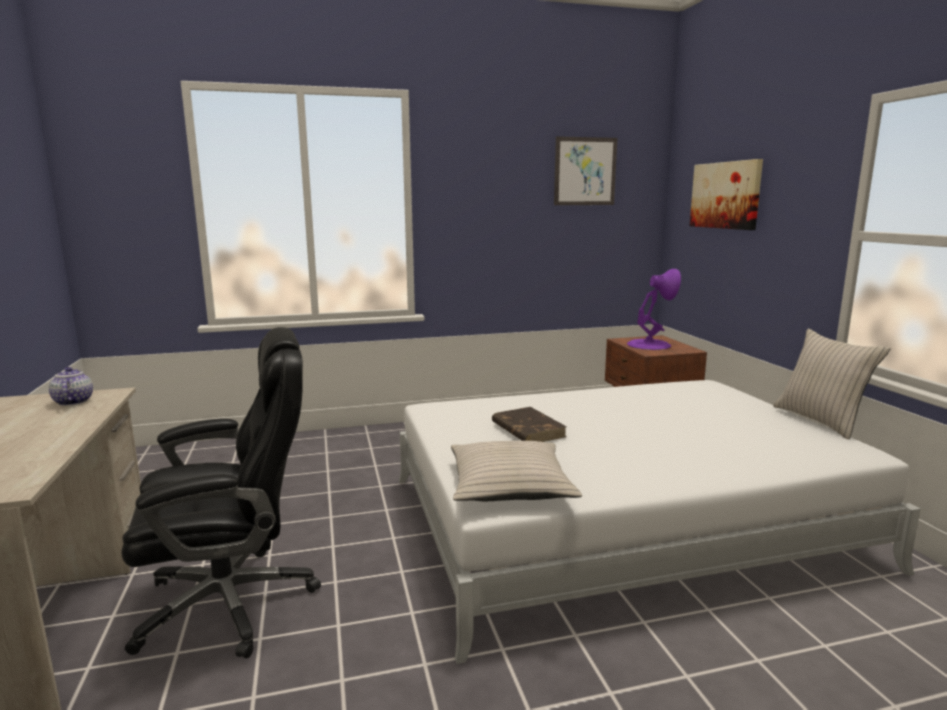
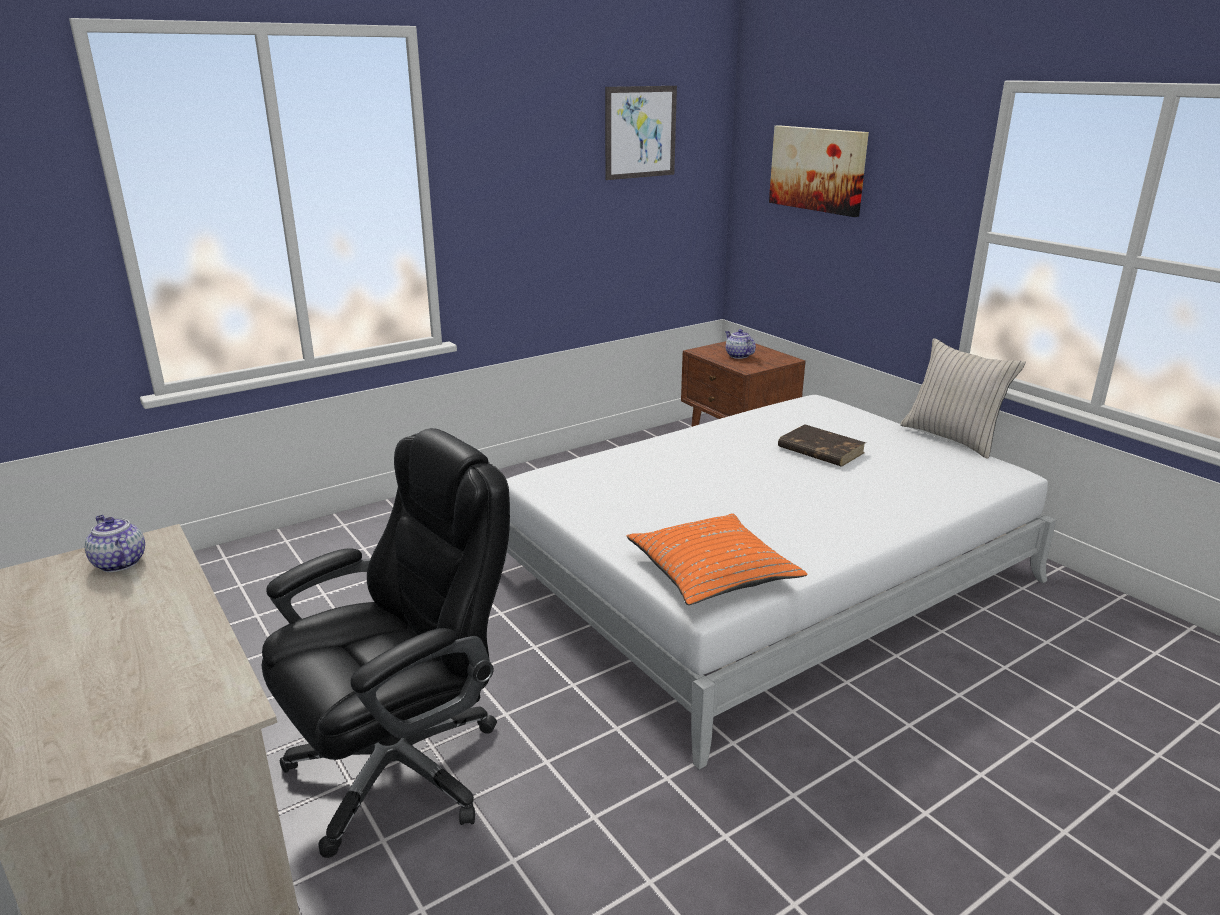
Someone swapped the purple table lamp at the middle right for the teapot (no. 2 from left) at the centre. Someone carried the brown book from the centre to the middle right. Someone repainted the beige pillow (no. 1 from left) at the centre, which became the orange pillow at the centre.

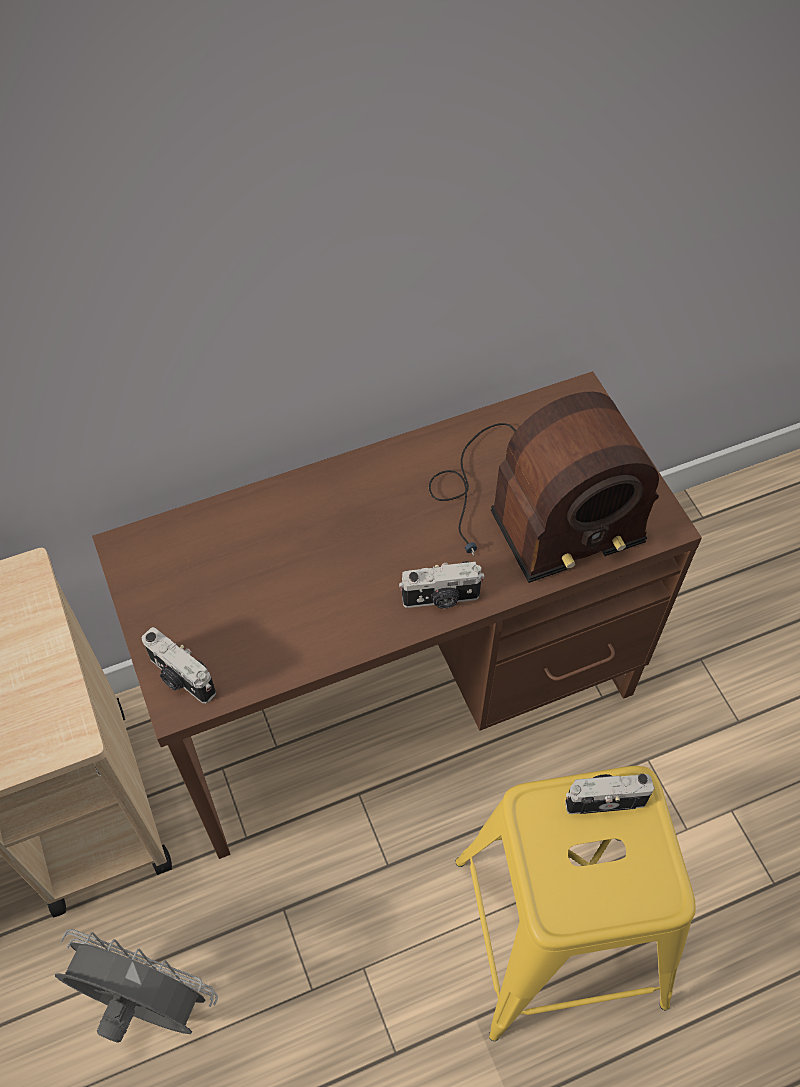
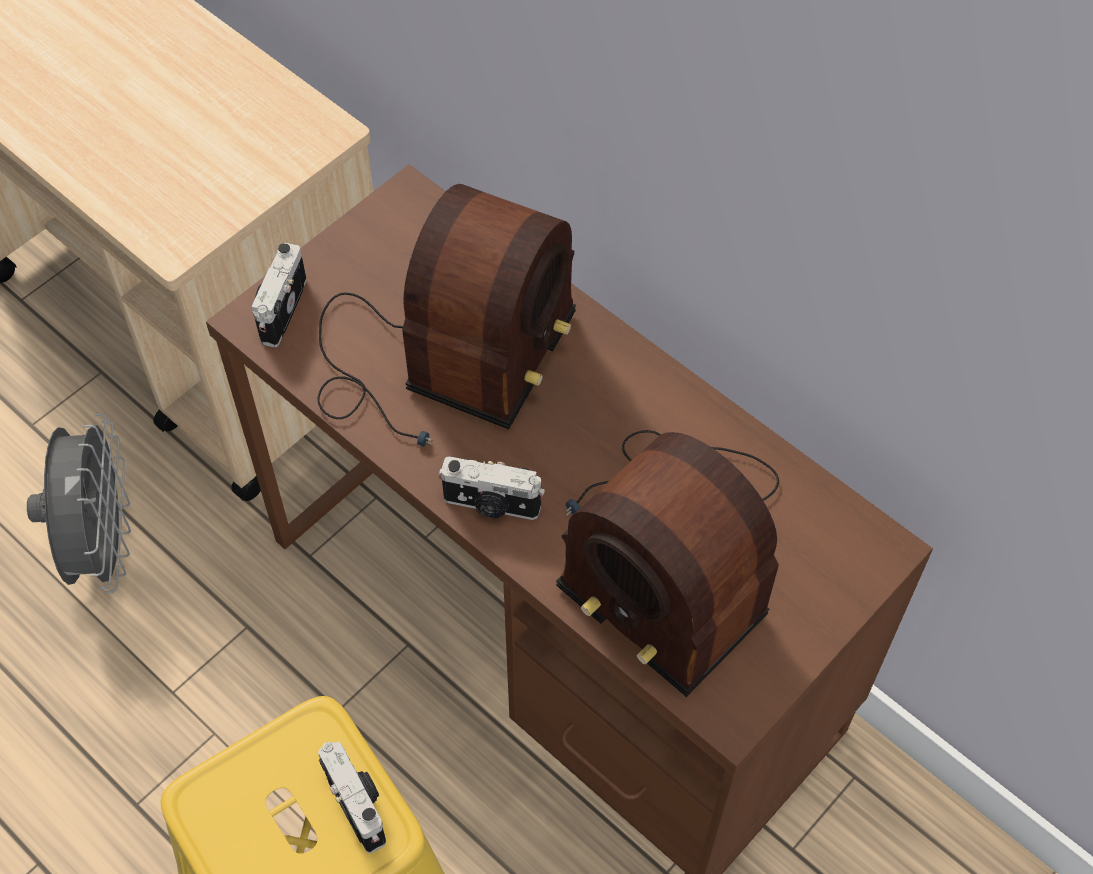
Someone rotated the photo camera (no. 2 from left in the first image) at the centre by 45 degrees counterclockwise. Someone put down the radio (no. 1 from left) at the centre.

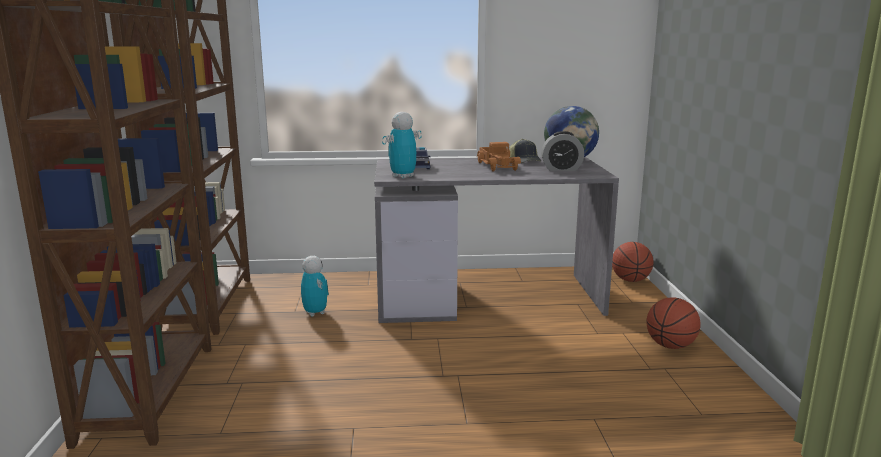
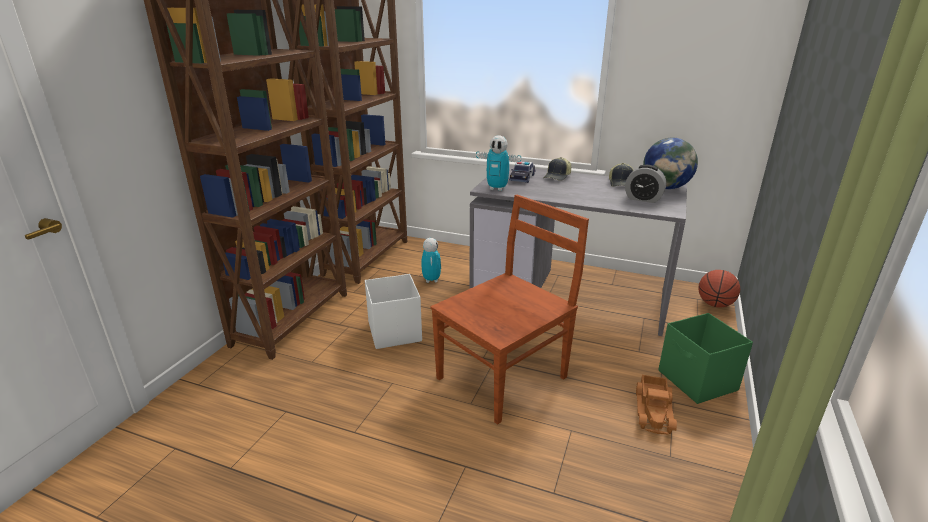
Someone rotated the toy robot (no. 2 from left) at the top centre by 135 degrees counterclockwise. Someone carried the toy truck from the centre to the bottom right. Someone swapped the basketball (no. 2 from left) at the bottom right for the green storage box at the bottom right. Someone put down the cap (no. 1 from left) at the top centre. Someone put down the brown chair at the centre. Someone put down the white storage box at the centre.

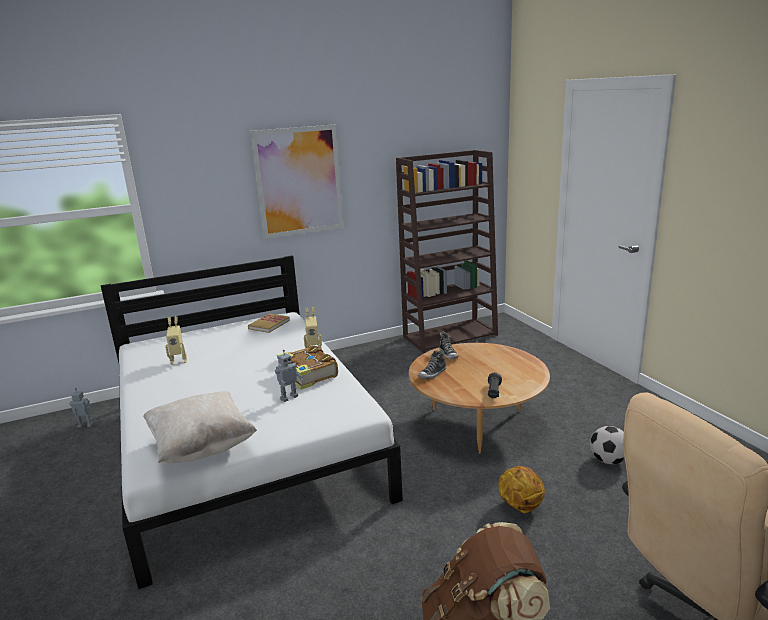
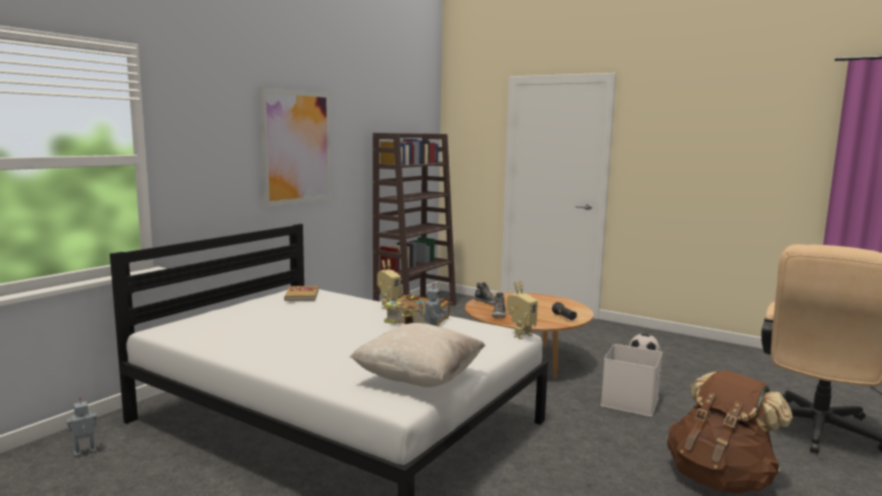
Someone carried the toy robot (no. 2 from left in the first image) from the middle left to the centre. Someone swapped the basketball at the bottom right for the white storage box at the bottom right.

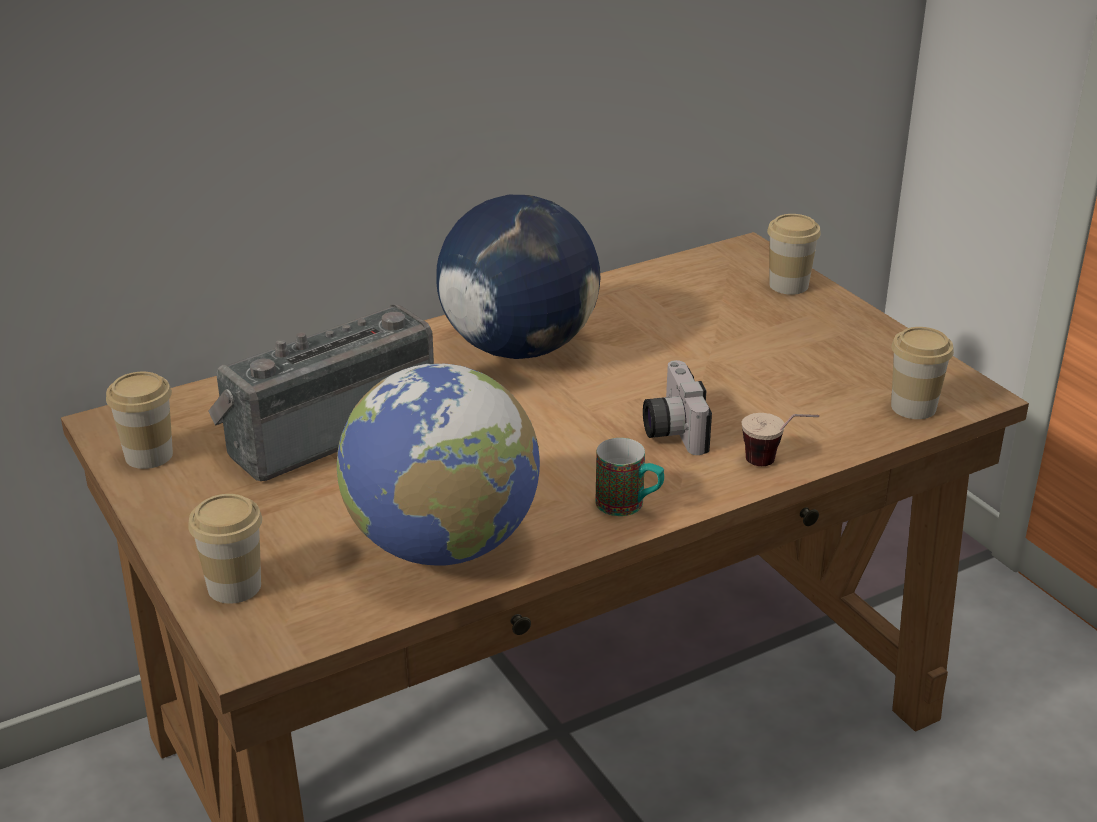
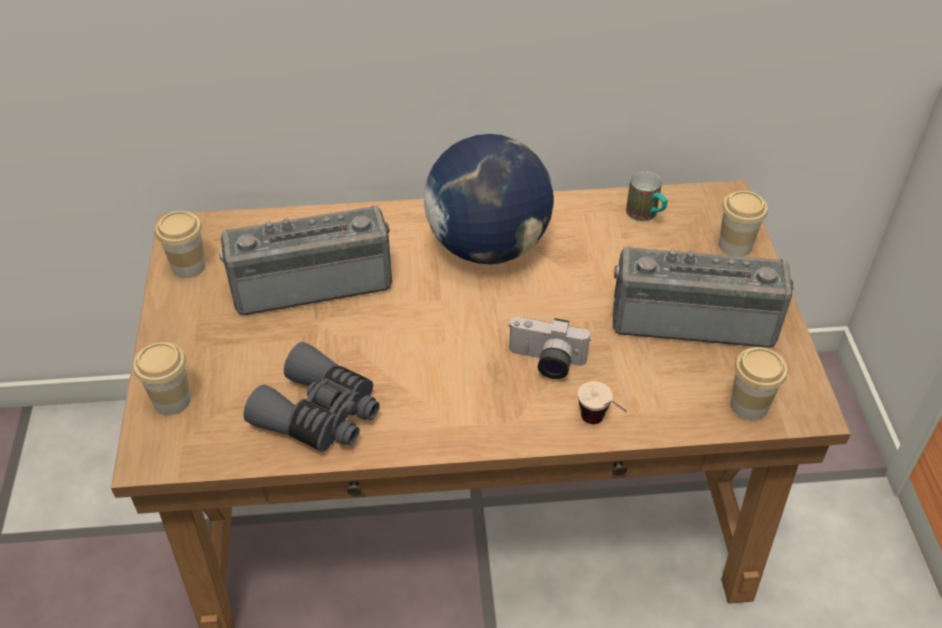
Someone rotated the photo camera at the centre by 90 degrees counterclockwise. Someone swapped the globe (no. 1 from left) at the centre for the grey binoculars at the middle left. Someone carried the mug from the centre to the top right. Someone put down the radio (no. 2 from left) at the middle right.

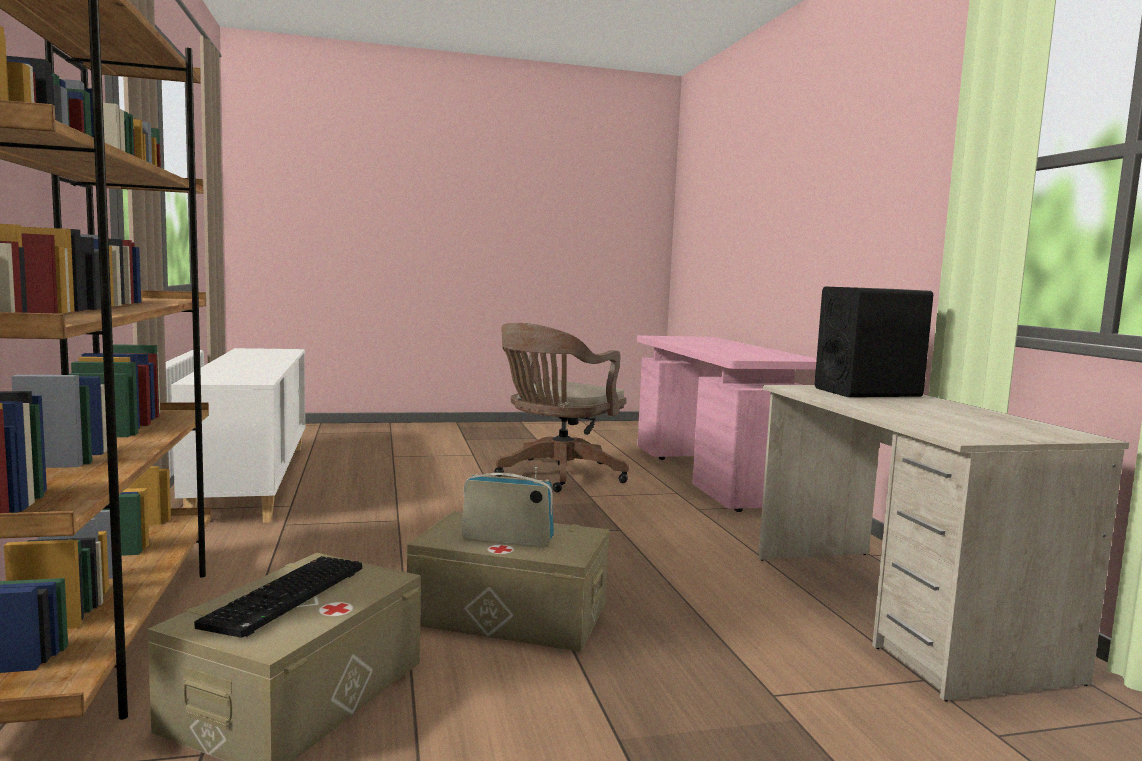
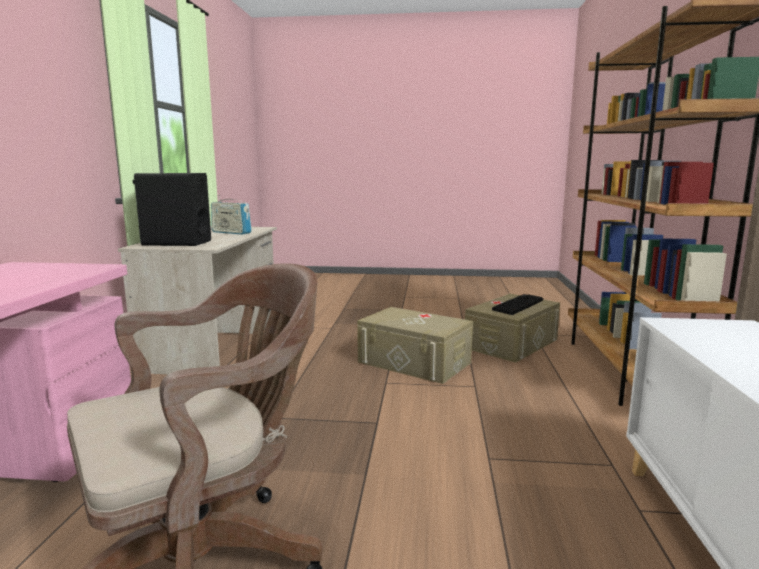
Someone carried the radio from the centre to the middle left.

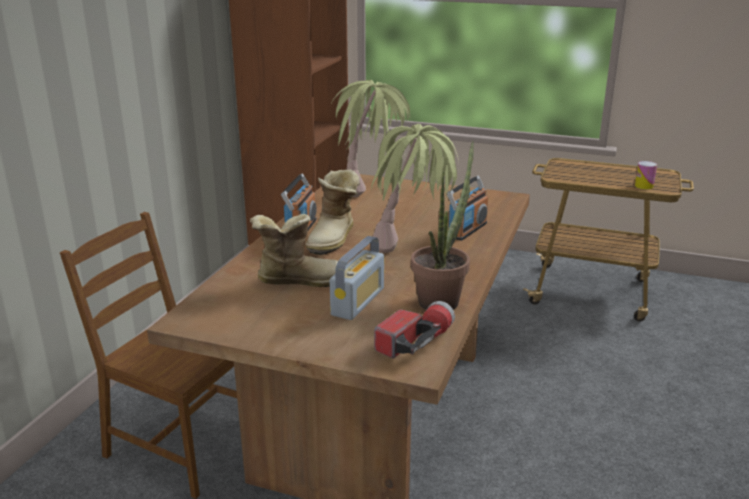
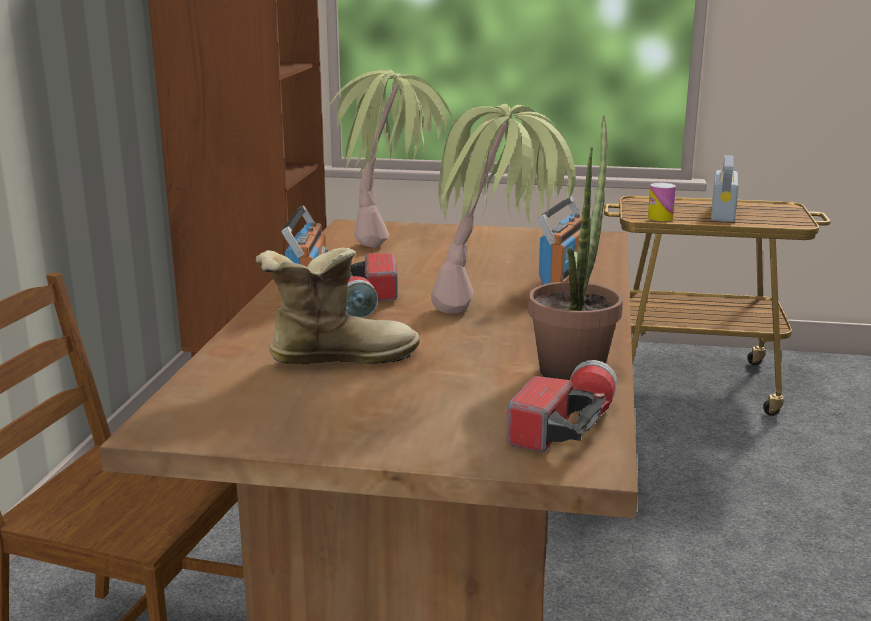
Someone carried the can from the middle right to the top right. Someone swapped the boot (no. 2 from left) at the centre for the flashlight (no. 1 from left) at the centre. Someone carried the radio (no. 2 from left in the first image) from the centre to the top right.

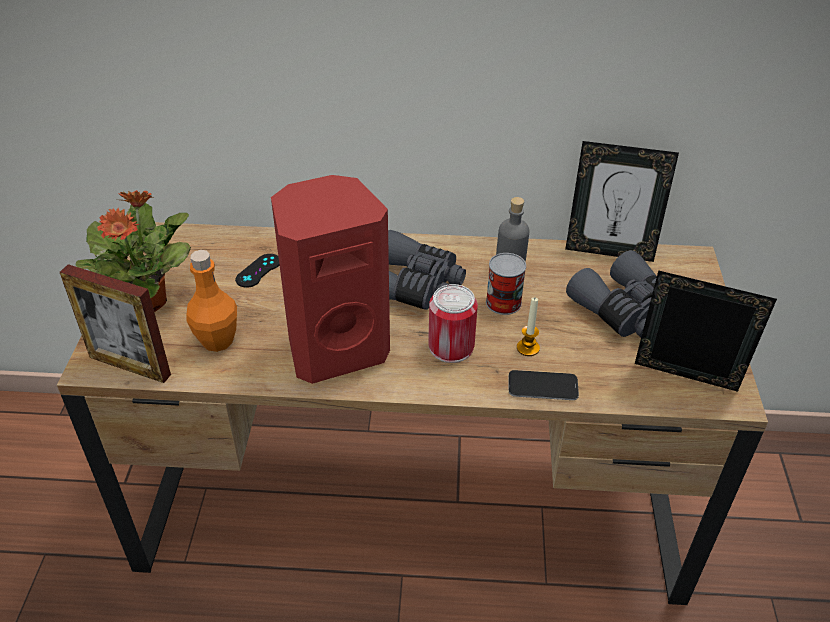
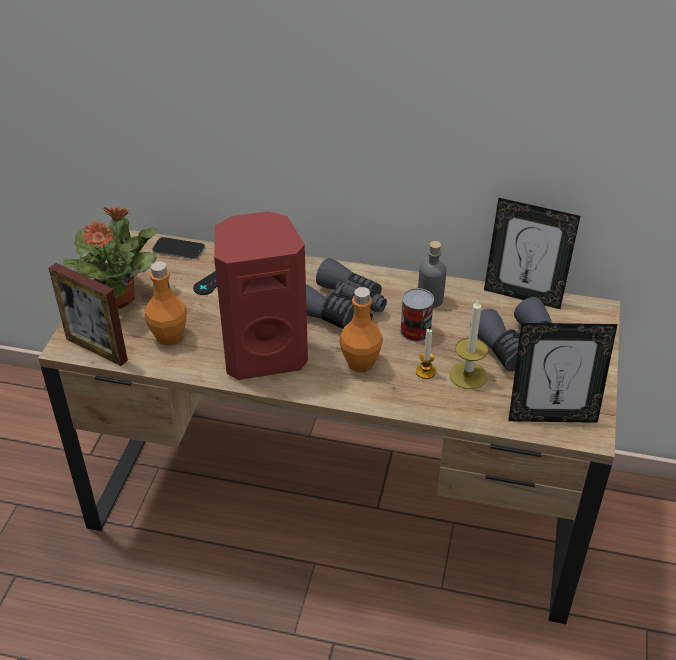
Someone rotated the picture frame (no. 3 from left) at the middle right by 150 degrees clockwise. Someone swapped the can (no. 1 from left) at the centre for the orange bottle (no. 2 from left) at the centre. Someone carried the phone from the centre to the middle left. Someone put down the candle (no. 2 from left) at the middle right.

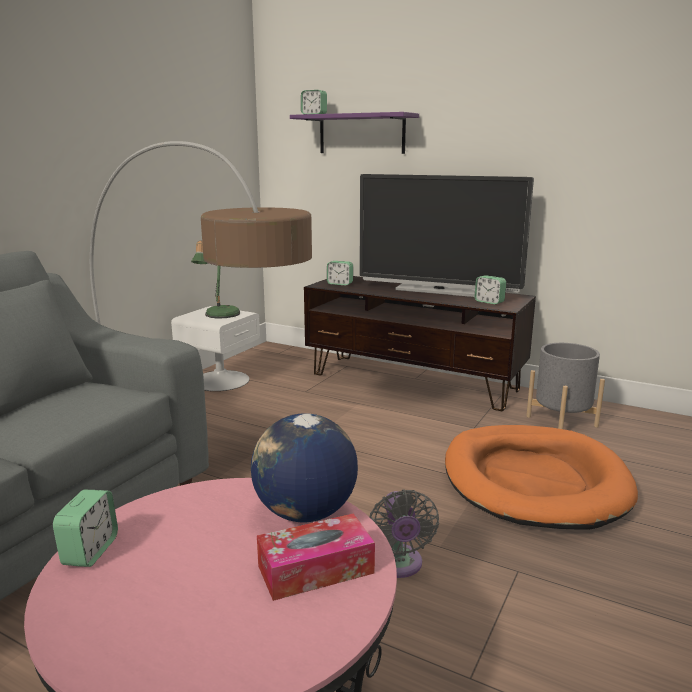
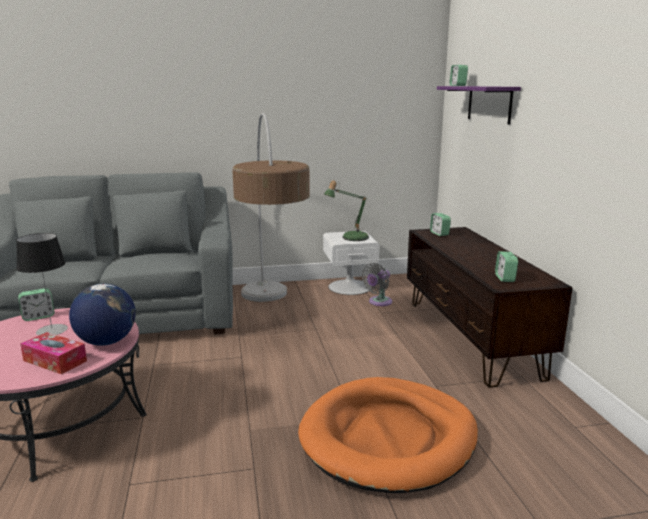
Someone took away the television at the centre. Someone took away the grey planter at the middle right. Someone carried the grey fan from the bottom centre to the centre. Someone put down the table lamp (no. 1 from left) at the middle left.

